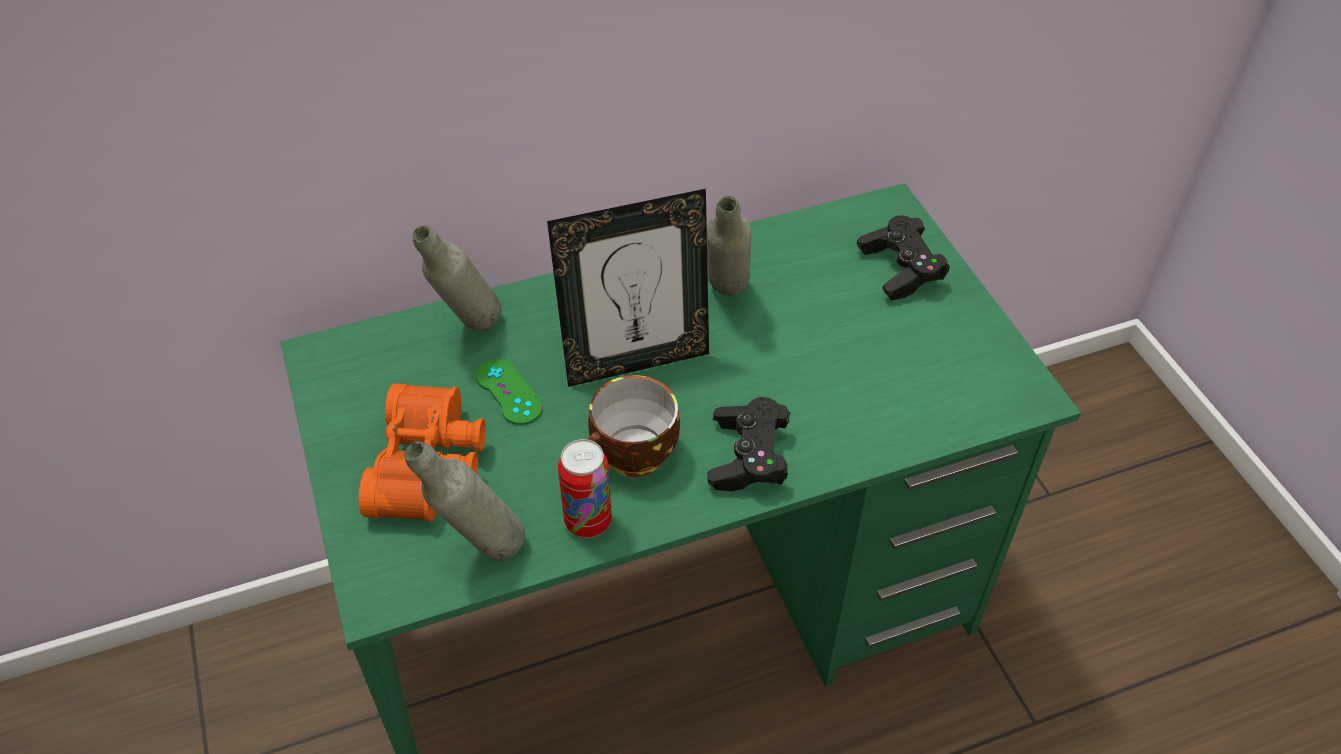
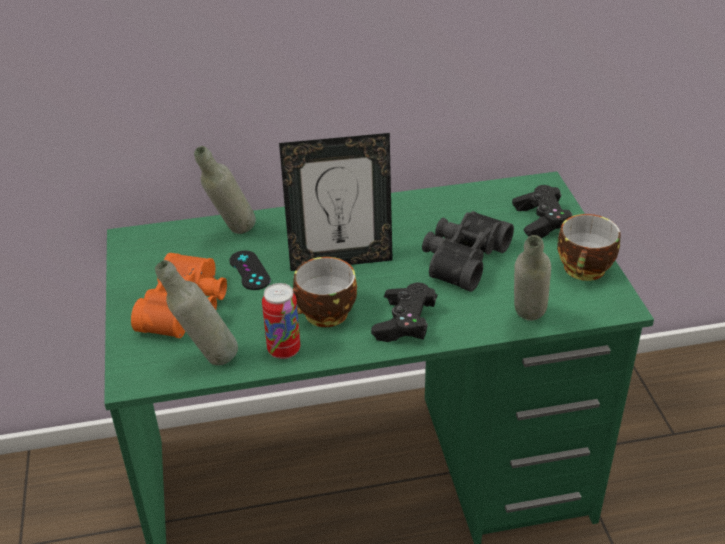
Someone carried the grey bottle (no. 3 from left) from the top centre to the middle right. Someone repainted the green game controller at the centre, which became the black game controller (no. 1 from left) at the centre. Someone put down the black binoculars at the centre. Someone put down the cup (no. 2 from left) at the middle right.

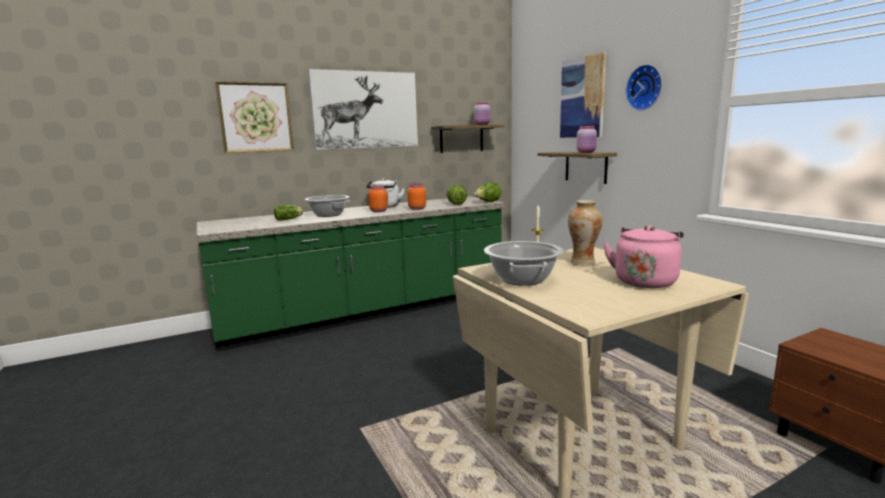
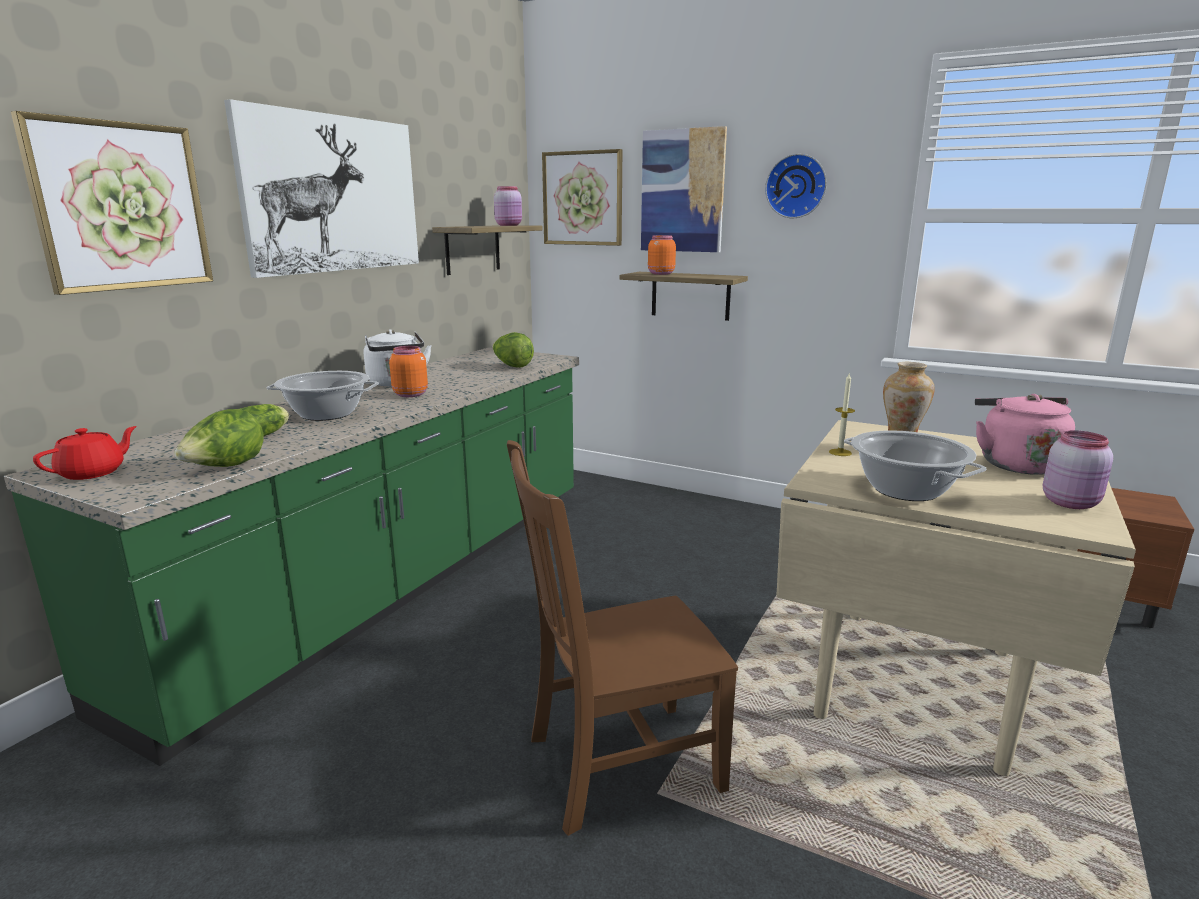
Someone carried the pink jar (no. 2 from left) from the top centre to the middle right. Someone carried the lettuce (no. 3 from left in the first image) from the centre to the middle left. Someone carried the orange jar (no. 2 from left) from the centre to the top centre. Someone put up the picture (no. 3 from left) at the top centre. Someone put down the red teapot at the middle left. Someone put down the brown chair at the bottom centre.

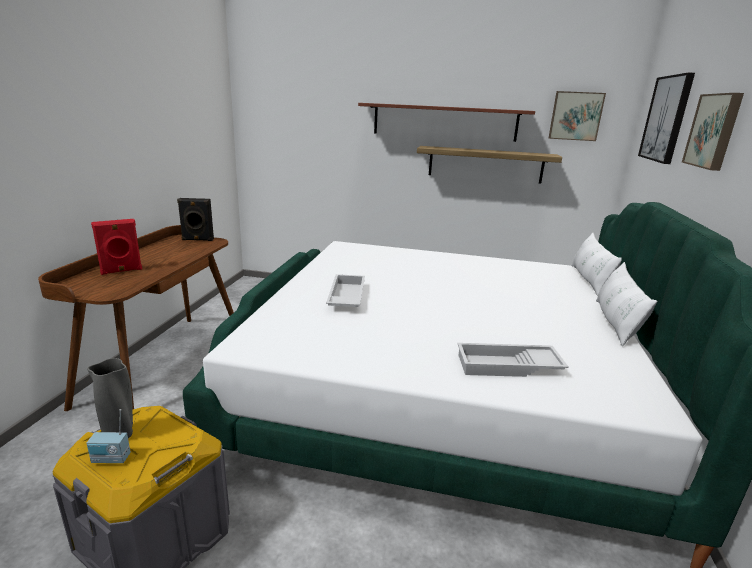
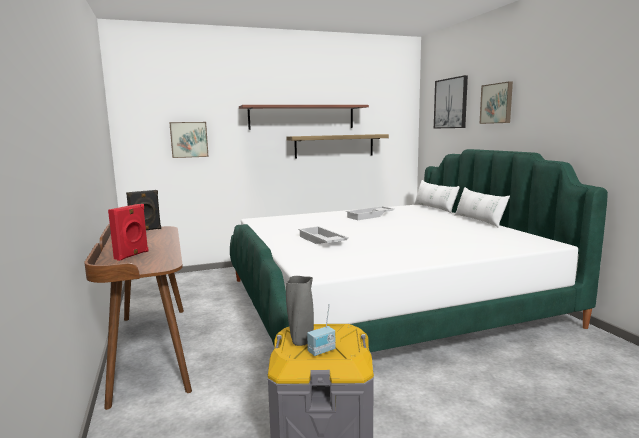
Someone carried the picture (no. 1 from left) from the top right to the top left. Someone carried the white tray (no. 2 from left) from the middle right to the centre.

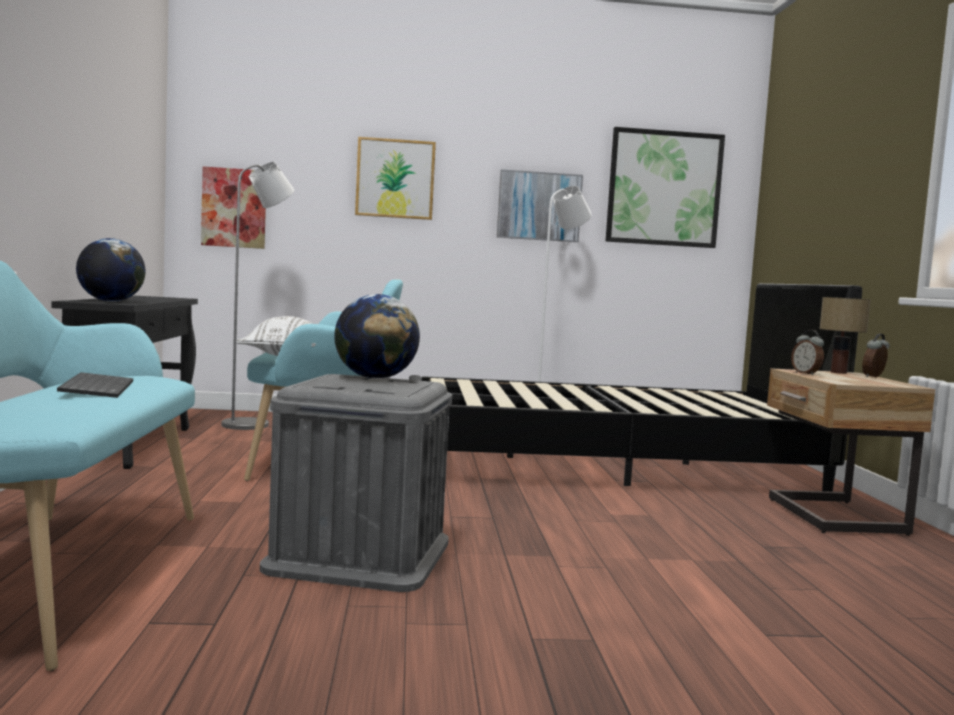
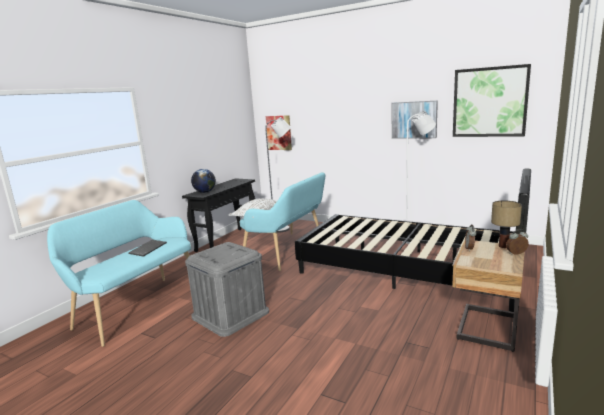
Someone took away the picture (no. 2 from left) at the top centre. Someone took away the globe (no. 2 from left) at the centre.

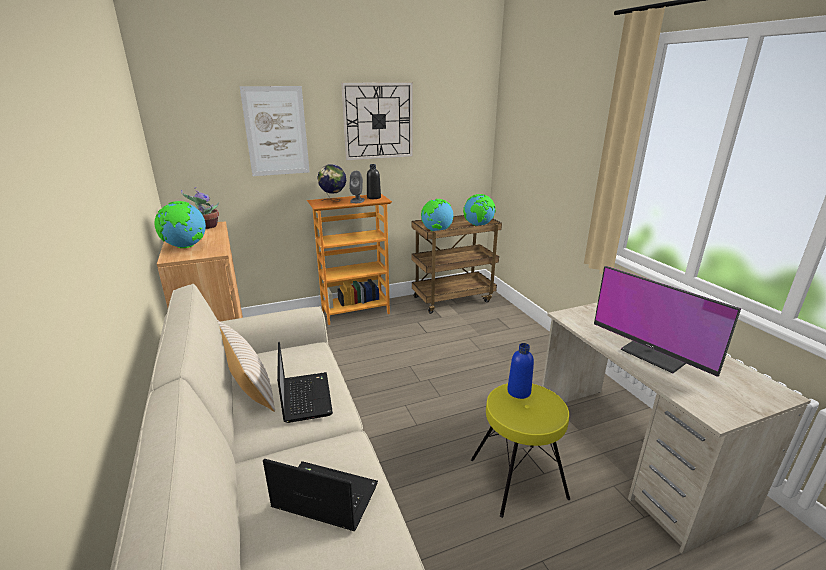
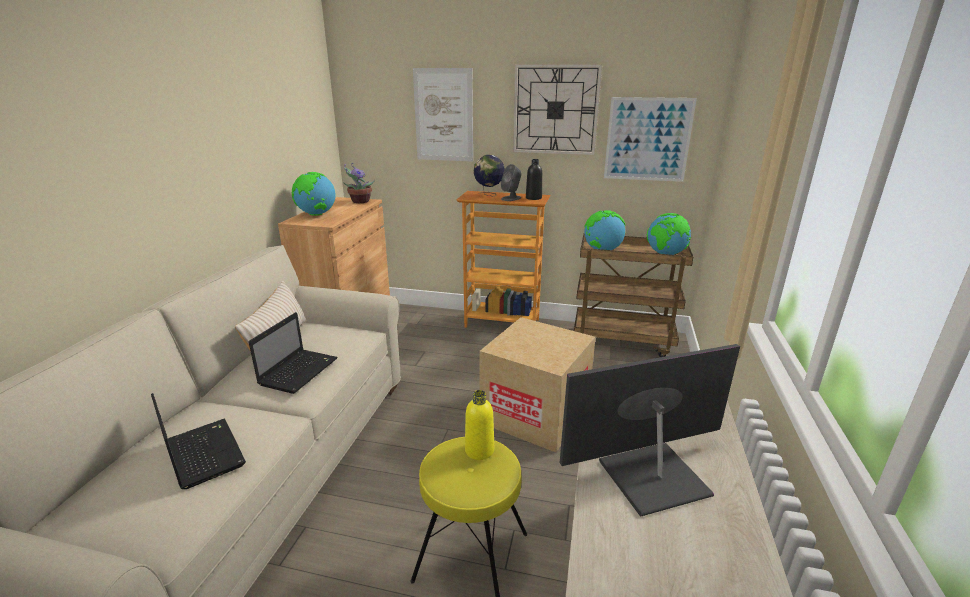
Someone rotated the monitor at the middle right by 75 degrees clockwise. Someone repainted the blue bottle at the centre, which became the yellow bottle at the bottom centre. Someone put up the picture (no. 2 from left) at the top right. Someone put down the cardboard box at the centre.

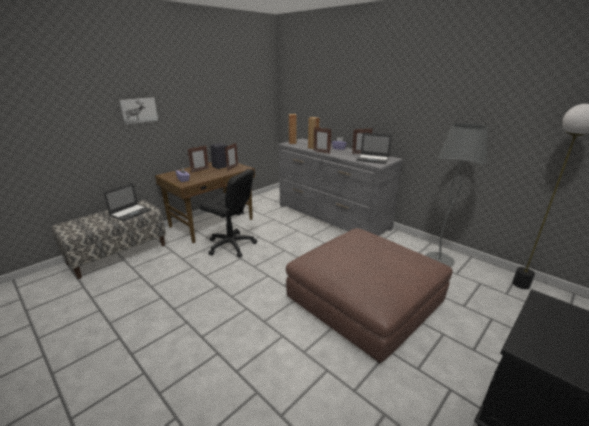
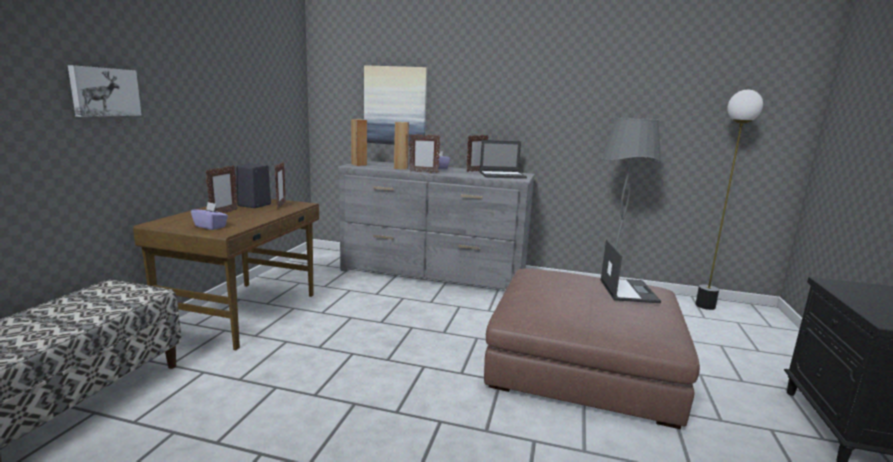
Someone took away the black office chair at the centre. Someone carried the laptop (no. 1 from left in the first image) from the middle left to the middle right. Someone put up the picture (no. 2 from left) at the top centre.

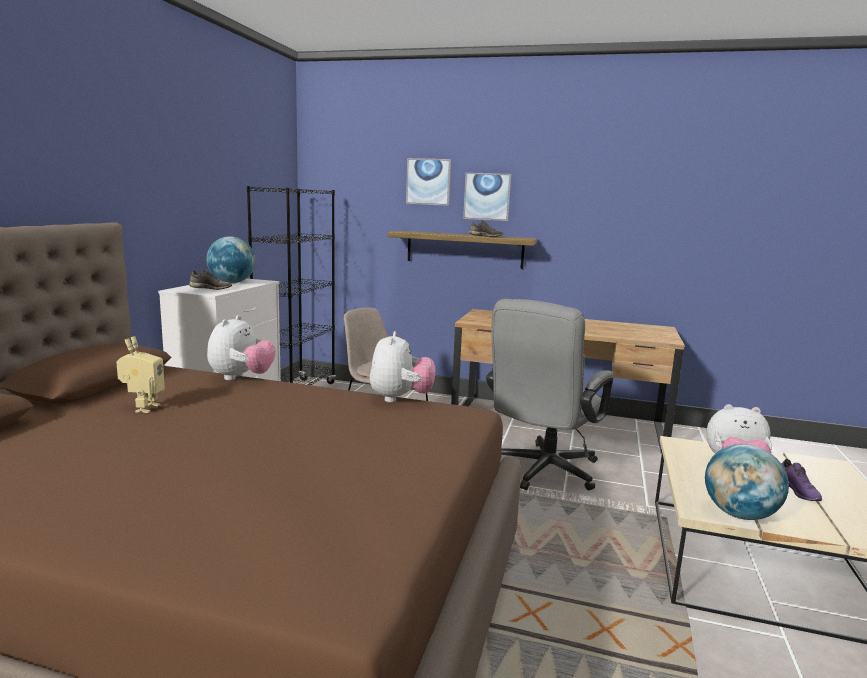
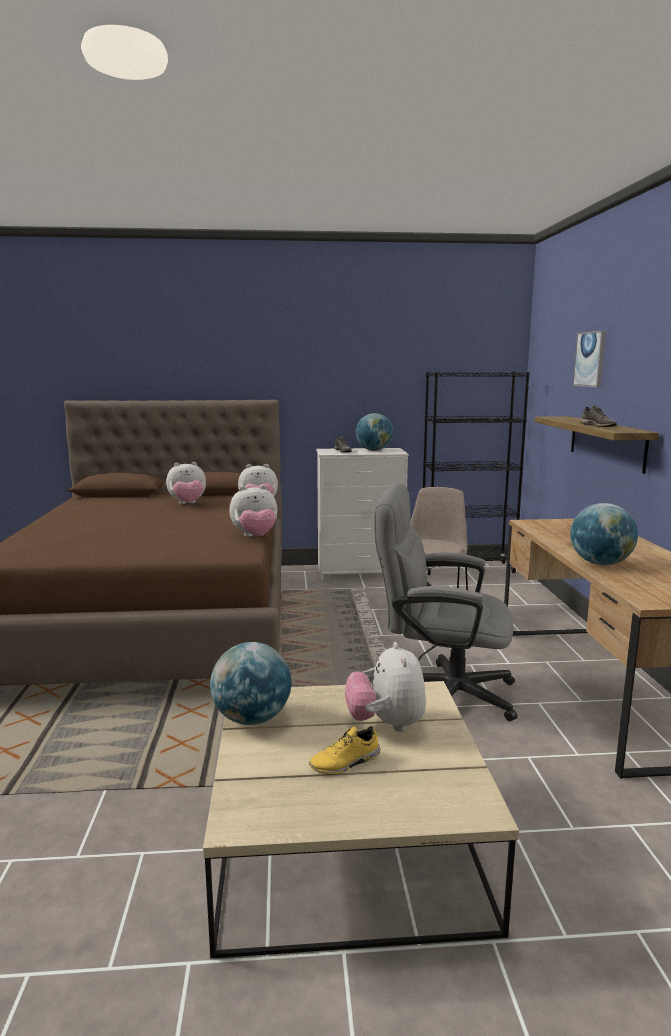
Someone took away the picture (no. 2 from left) at the top centre. Someone swapped the toy robot at the middle left for the plush toy (no. 1 from left) at the middle left. Someone repainted the purple shoe at the bottom right, which became the yellow shoe at the bottom centre. Someone put down the globe (no. 3 from left) at the middle right.

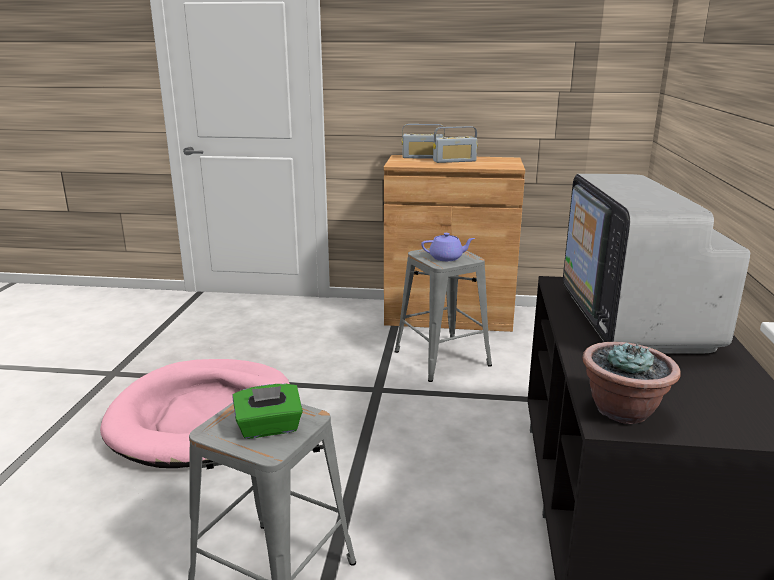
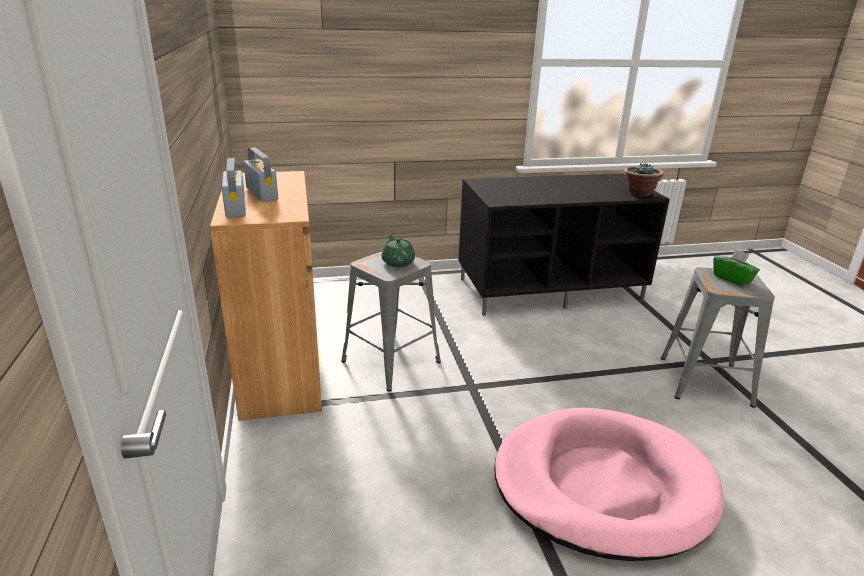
Someone took away the television at the middle right. Someone repainted the purple teapot at the centre, which became the green teapot at the centre.

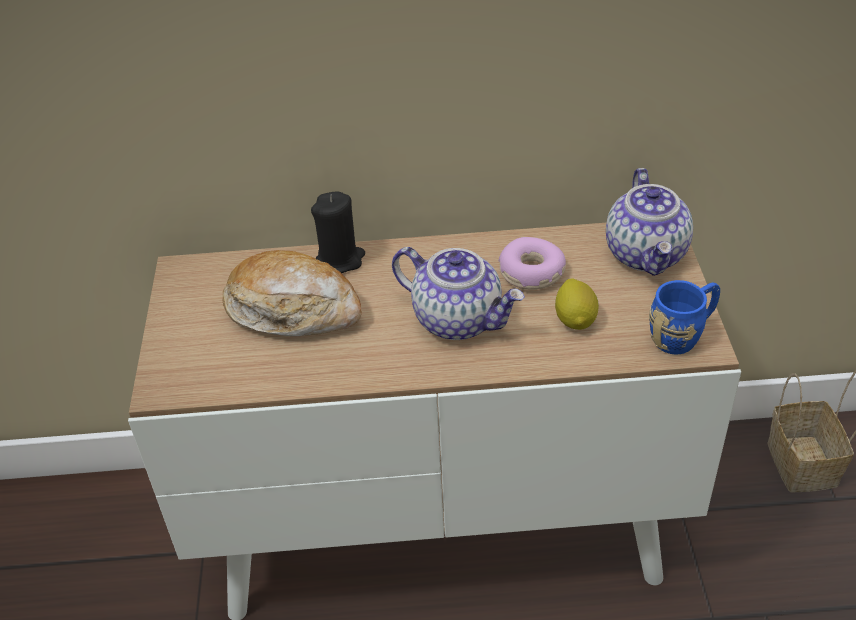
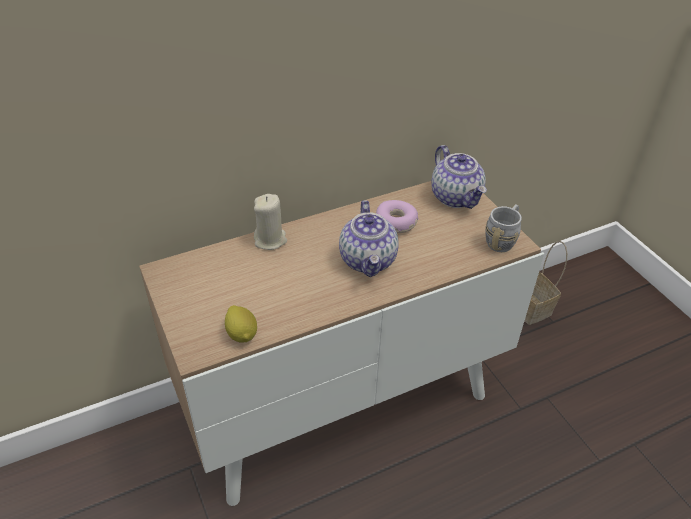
Someone repainted the black candle at the centre, which became the beige candle at the centre. Someone rotated the teapot (no. 1 from left) at the centre by 75 degrees clockwise. Someone took away the bread at the centre. Someone carried the lemon from the middle right to the centre. Someone repainted the blue mug at the middle right, which became the grey mug at the middle right.

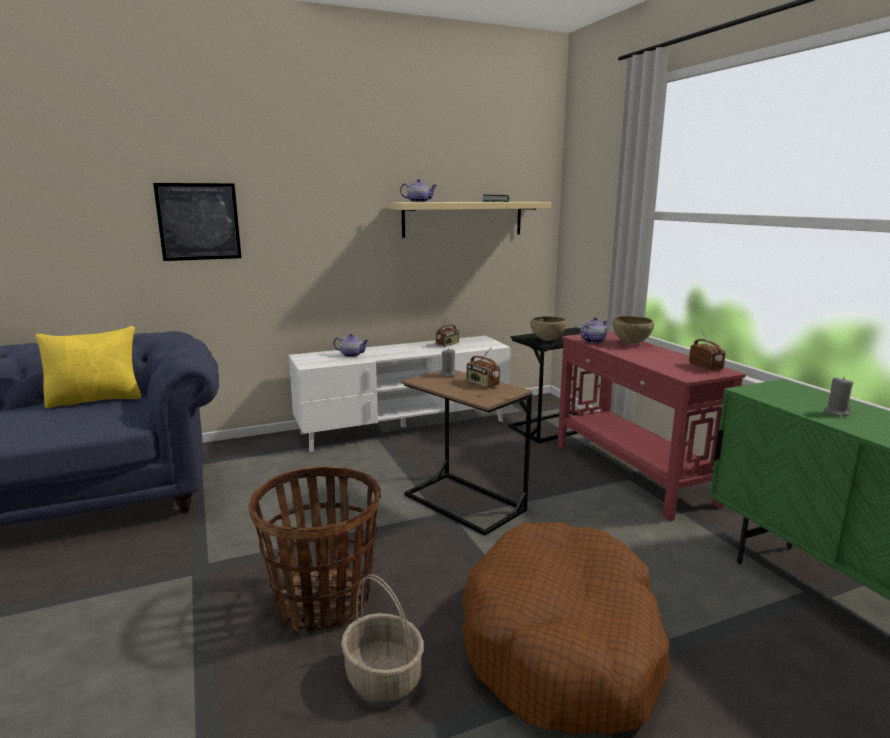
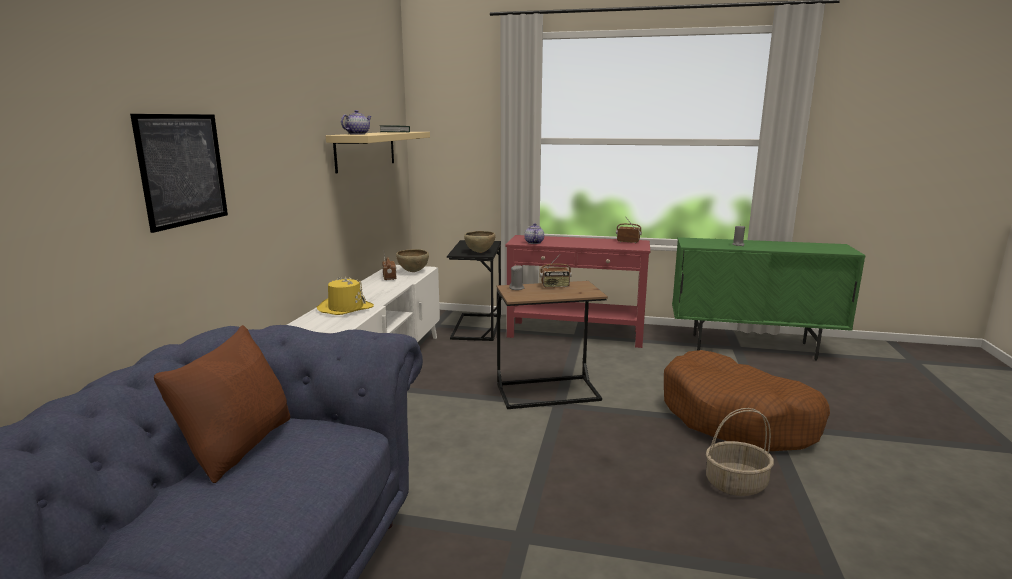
Someone carried the brown bowl (no. 2 from left in the first image) from the middle right to the centre. Someone repainted the yellow pillow at the middle left, which became the brown pillow at the bottom left. Someone swapped the teapot (no. 1 from left) at the centre for the yellow hat at the centre. Someone took away the basket (no. 1 from left) at the bottom centre.

